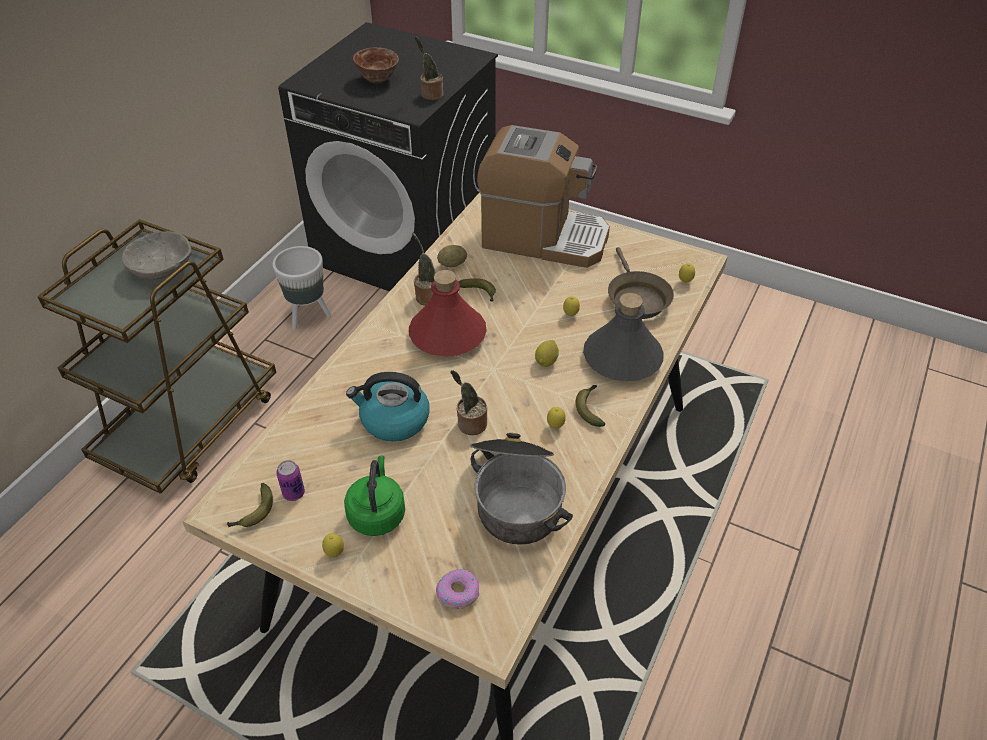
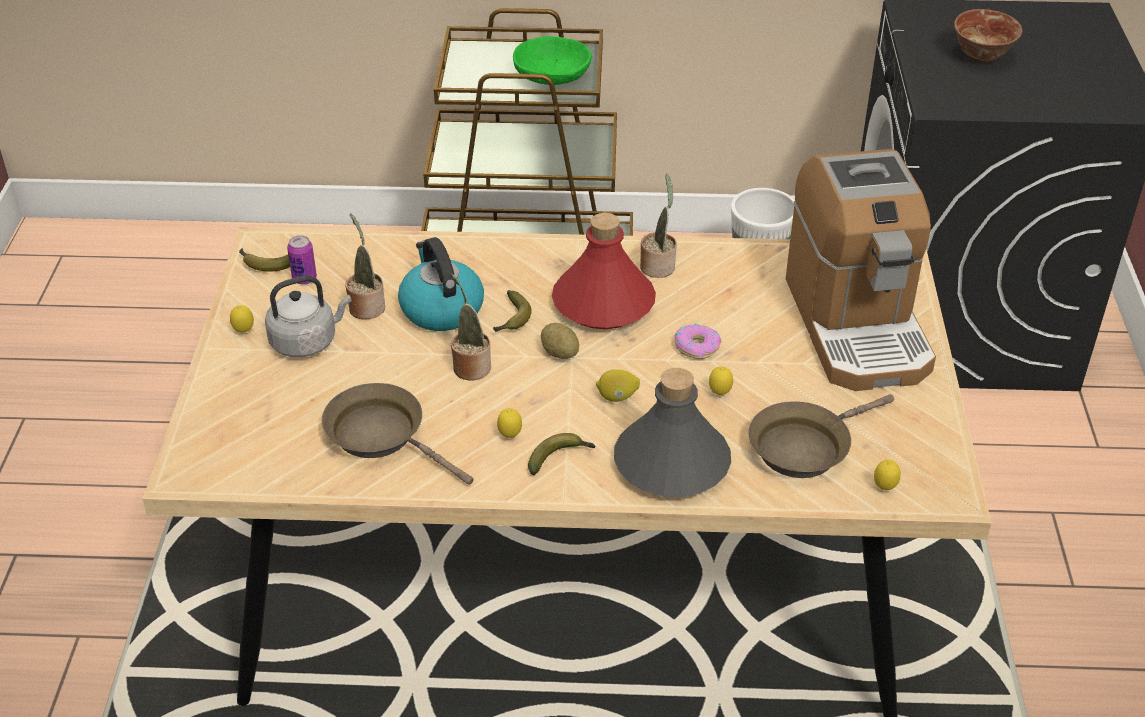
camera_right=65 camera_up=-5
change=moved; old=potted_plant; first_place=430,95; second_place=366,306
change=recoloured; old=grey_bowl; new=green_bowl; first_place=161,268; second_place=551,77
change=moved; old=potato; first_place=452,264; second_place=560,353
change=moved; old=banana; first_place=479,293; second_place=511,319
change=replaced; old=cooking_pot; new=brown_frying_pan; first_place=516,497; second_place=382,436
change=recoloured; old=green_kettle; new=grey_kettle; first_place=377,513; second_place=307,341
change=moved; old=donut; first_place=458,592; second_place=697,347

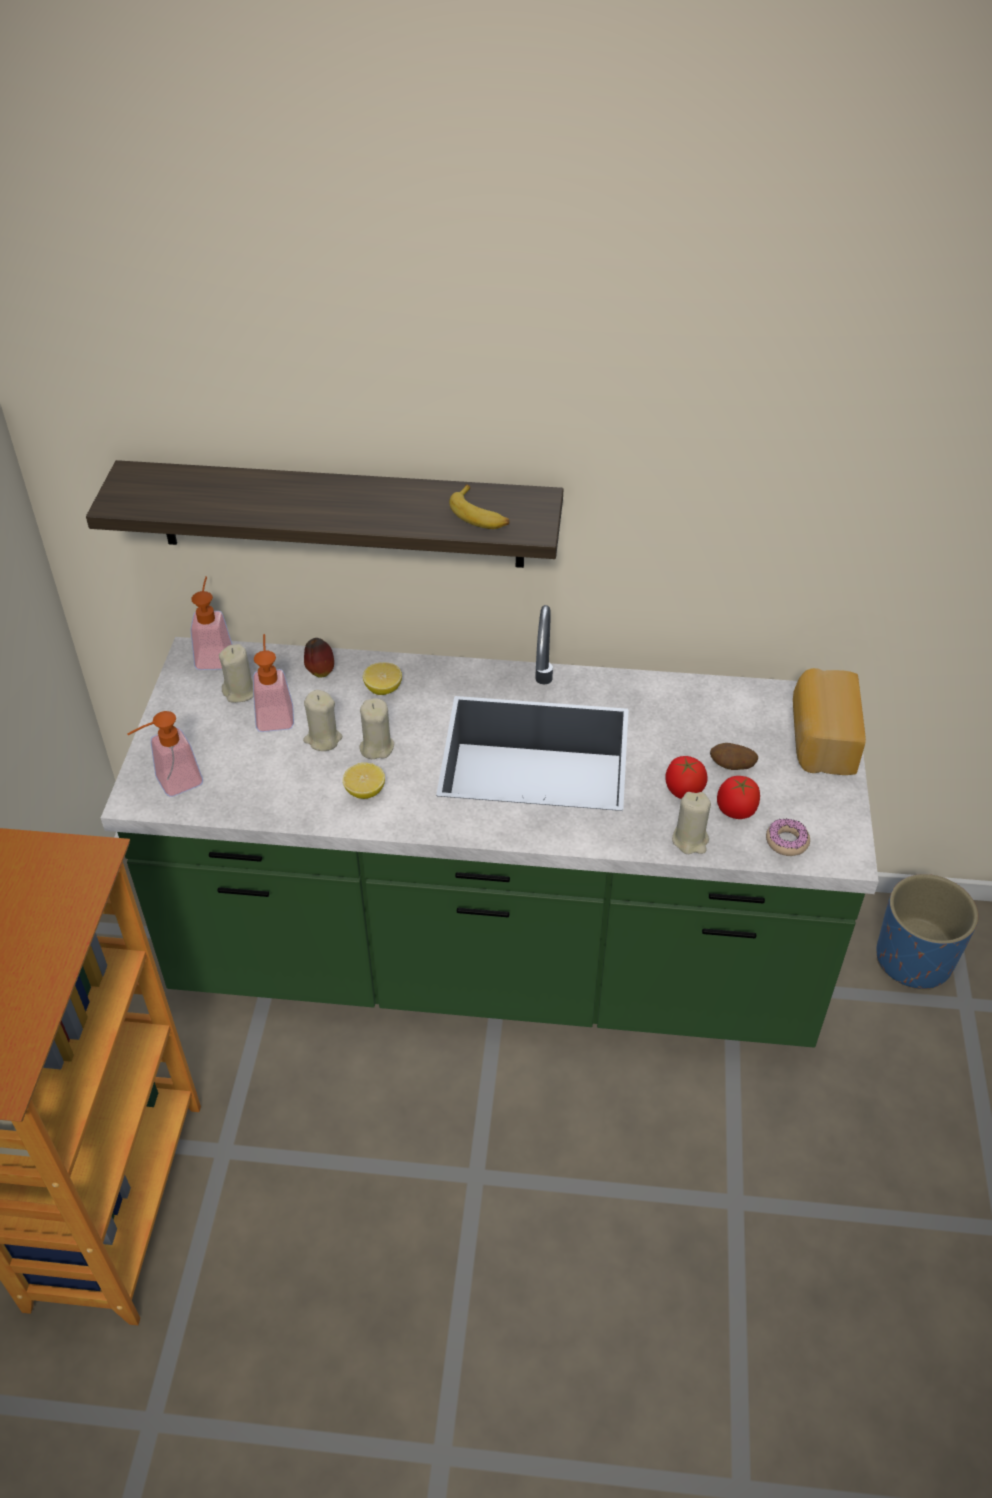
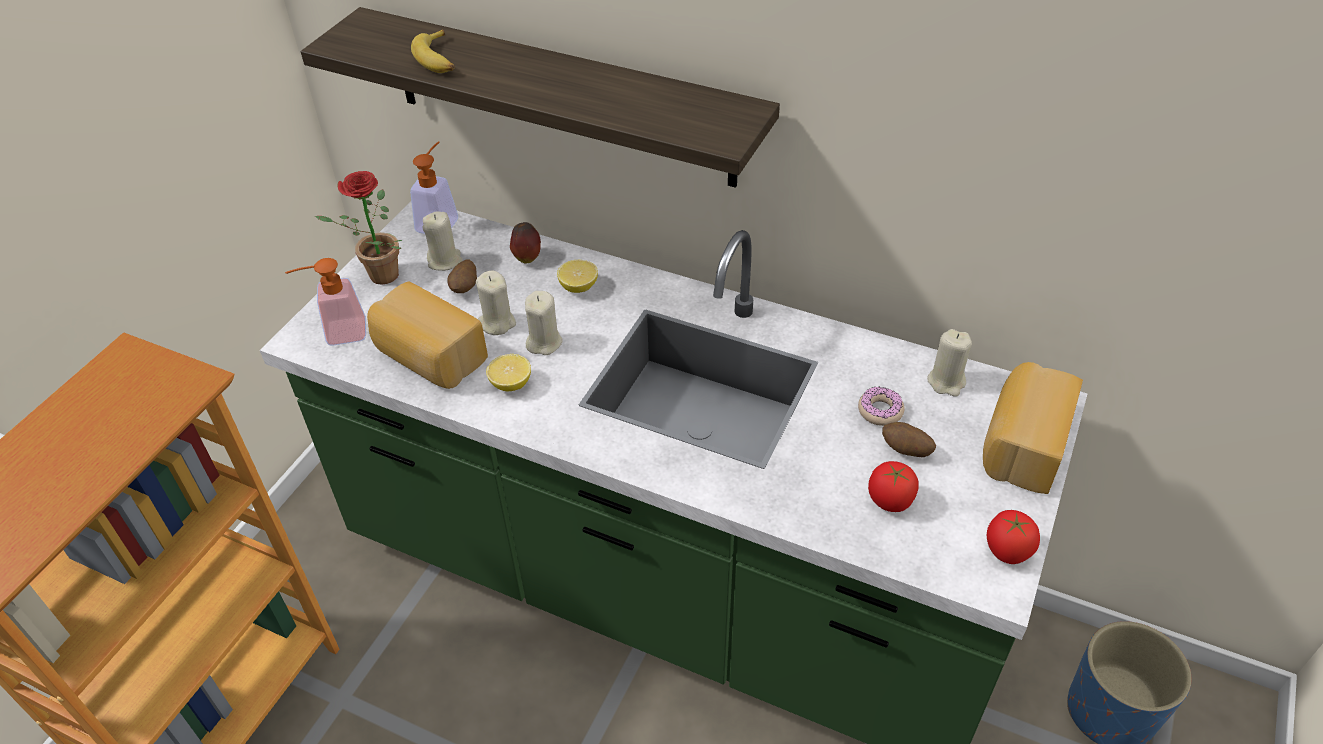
camera_right=20 camera_up=0
change=moved; old=banana; first_place=480,515; second_place=438,59
change=replaced; old=soap_dispenser; new=potato; first_place=274,713; second_place=465,288
change=moved; old=tomato; first_place=683,791; second_place=1006,551
change=moved; old=beige_candle; first_place=690,840; second_place=946,382
change=moved; old=donut; first_place=787,841; second_place=880,411
change=added; new=potted_plant; second_place=377,277
change=added; new=bread; second_place=429,357

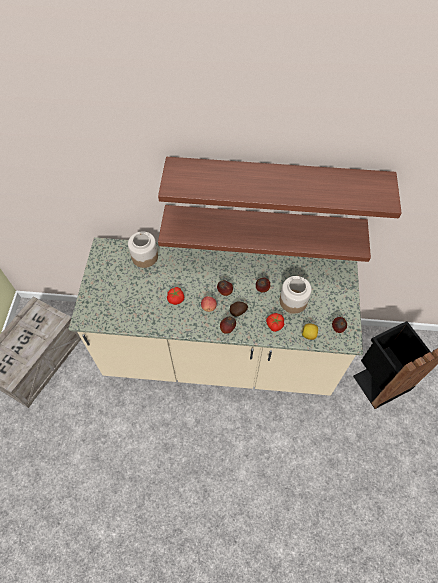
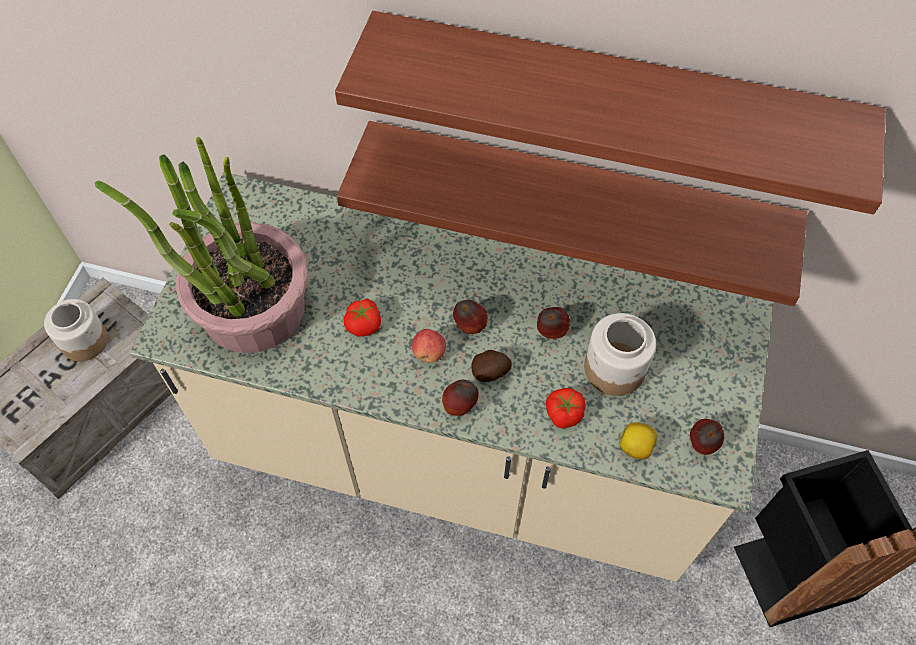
camera_right=10 camera_up=0
change=moved; old=jar; first_place=144,256; second_place=84,340
change=added; new=potted_plant; second_place=251,308

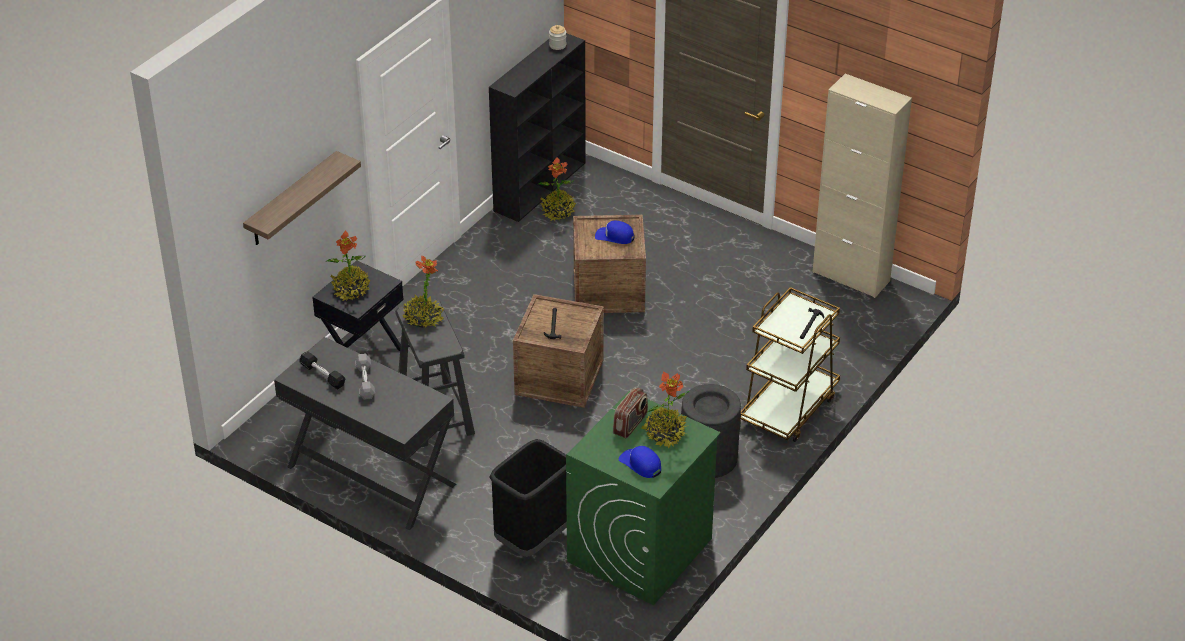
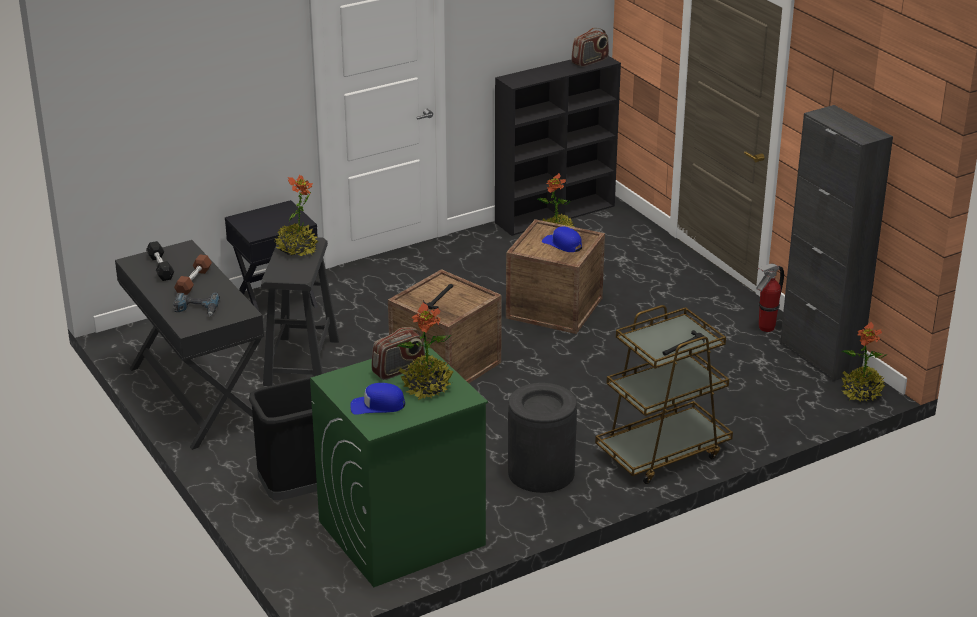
camera_right=25 camera_up=-10
change=replaced; old=jar; new=radio; first_place=557,45; second_place=590,61
change=recoloured; old=beige_cabinet; new=black_cabinet; first_place=851,276; second_place=820,357
change=removed; old=shelf; first_place=292,200
change=moved; old=potted_plant; first_place=351,290; second_place=861,392
change=recoloured; old=grey_dumbbell; new=brown_dumbbell; first_place=365,381; second_place=194,281
change=turned; old=blue_cap; first_place=640,464; second_place=377,405; degrees=-75
change=added; new=fire_extinguisher; second_place=766,328
change=added; new=power_drill; second_place=196,309

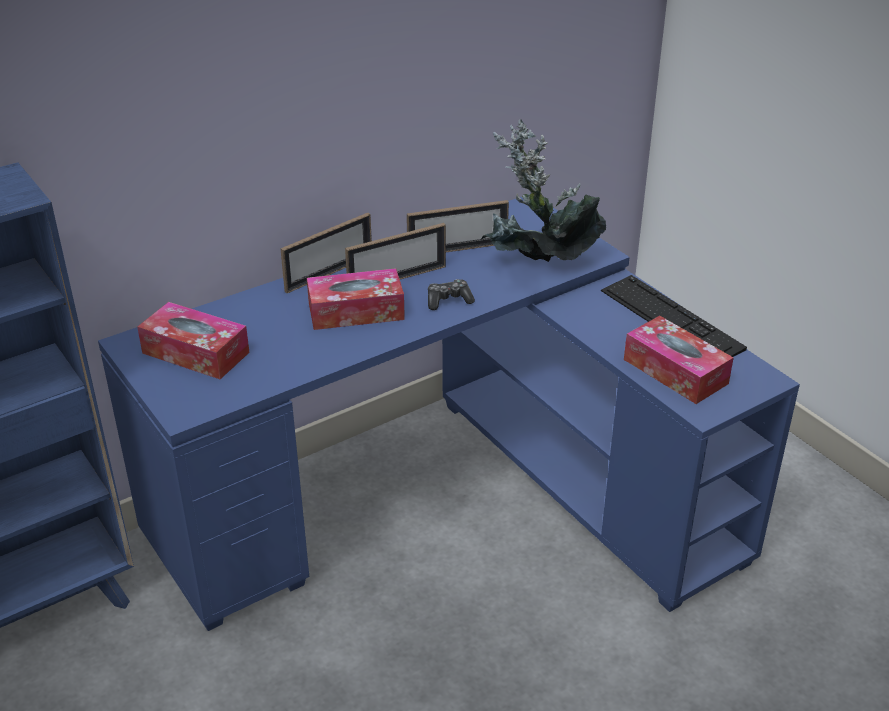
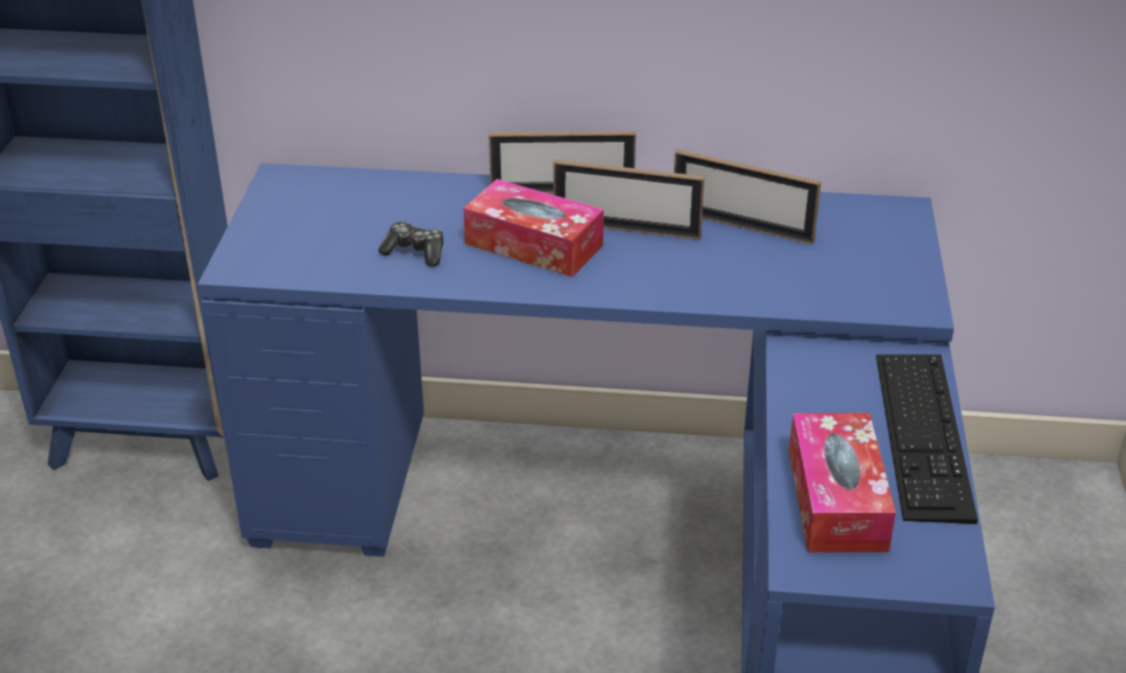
camera_right=40 camera_up=0
change=removed; old=potted_plant; first_place=538,267
change=moved; old=game_controller; first_place=448,300; second_place=415,252
change=removed; old=tissue_box; first_place=195,353

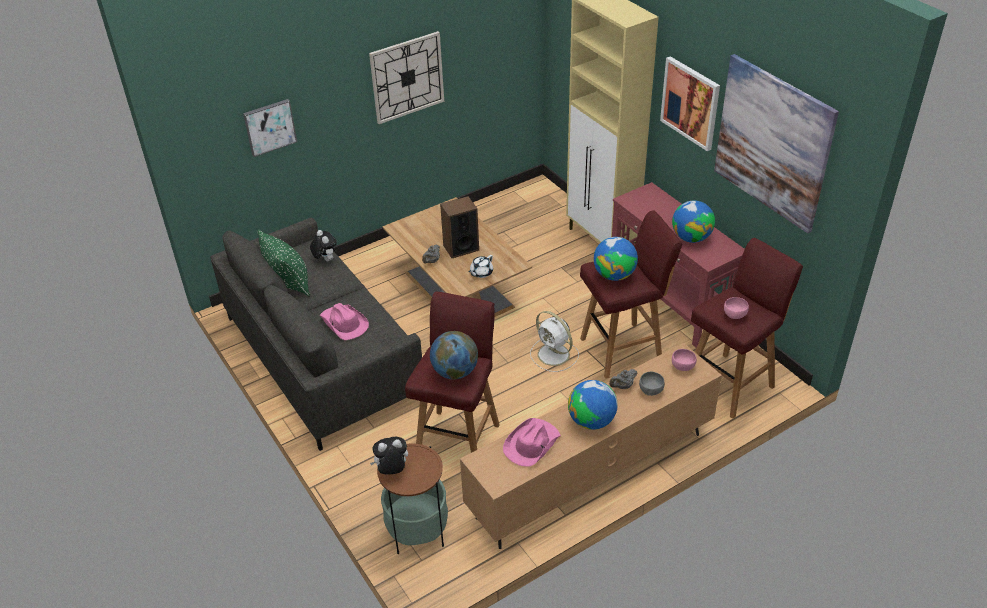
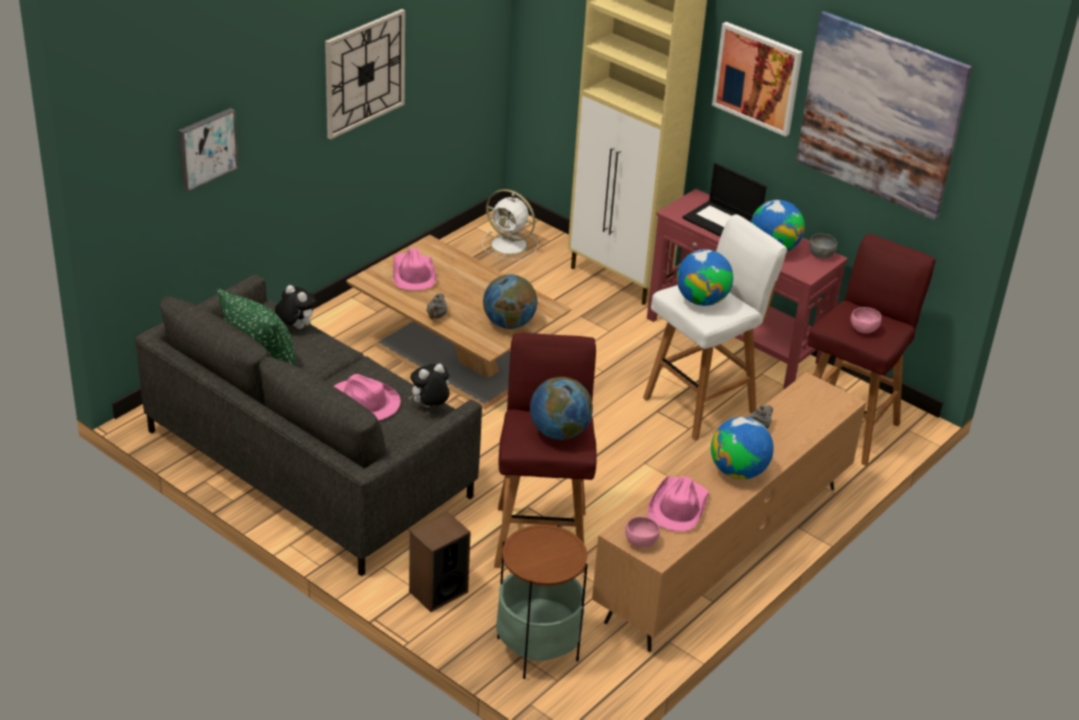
camera_right=-20 camera_up=-5
change=moved; old=speaker; first_place=461,248; second_place=438,591
change=recoloured; old=red_stool; new=white_stool; first_place=623,349; second_place=702,404
change=replaced; old=white_teapot; new=globe; first_place=481,273; second_place=509,323
change=moved; old=white_fan; first_place=554,355; second_place=510,245
change=moved; old=pink_bowl; first_place=682,366; second_place=641,542
change=moved; old=grey_bowl; first_place=651,390; second_place=821,255
change=moved; old=plush_toy; first_place=392,471; second_place=429,407
change=added; new=laptop; second_place=722,222
change=added; new=pink_hat; second_place=413,274

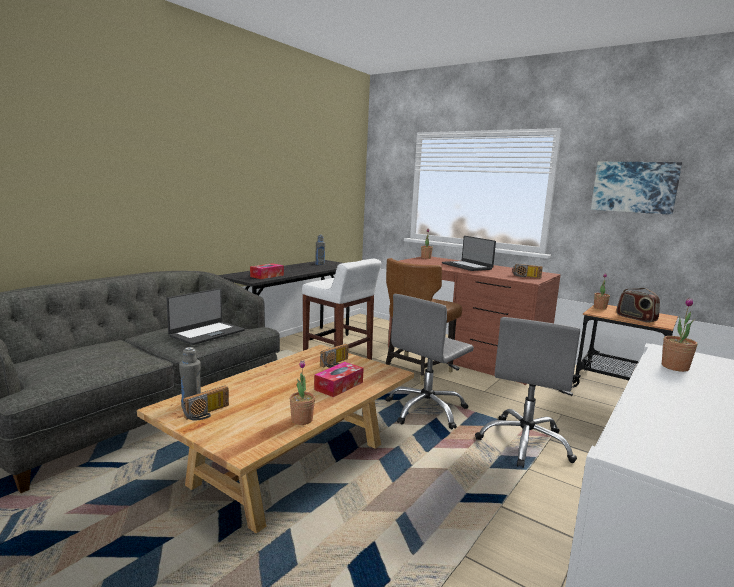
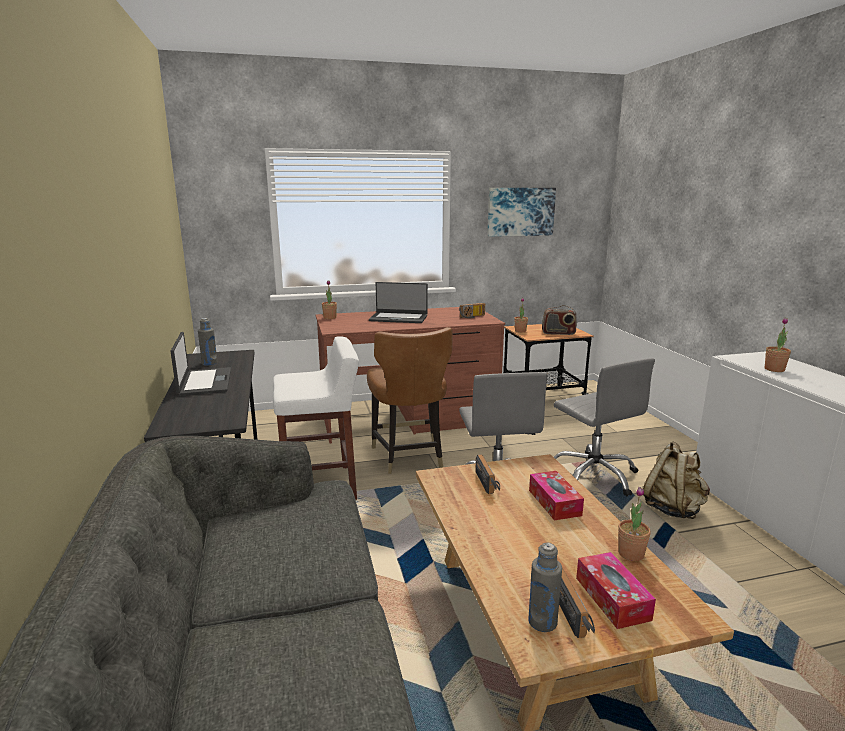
camera_right=-50 camera_up=5
change=moved; old=tissue_box; first_place=267,276; second_place=612,598
change=moved; old=laptop; first_place=207,333; second_place=204,382
change=added; new=beige_backpack; second_place=673,509

